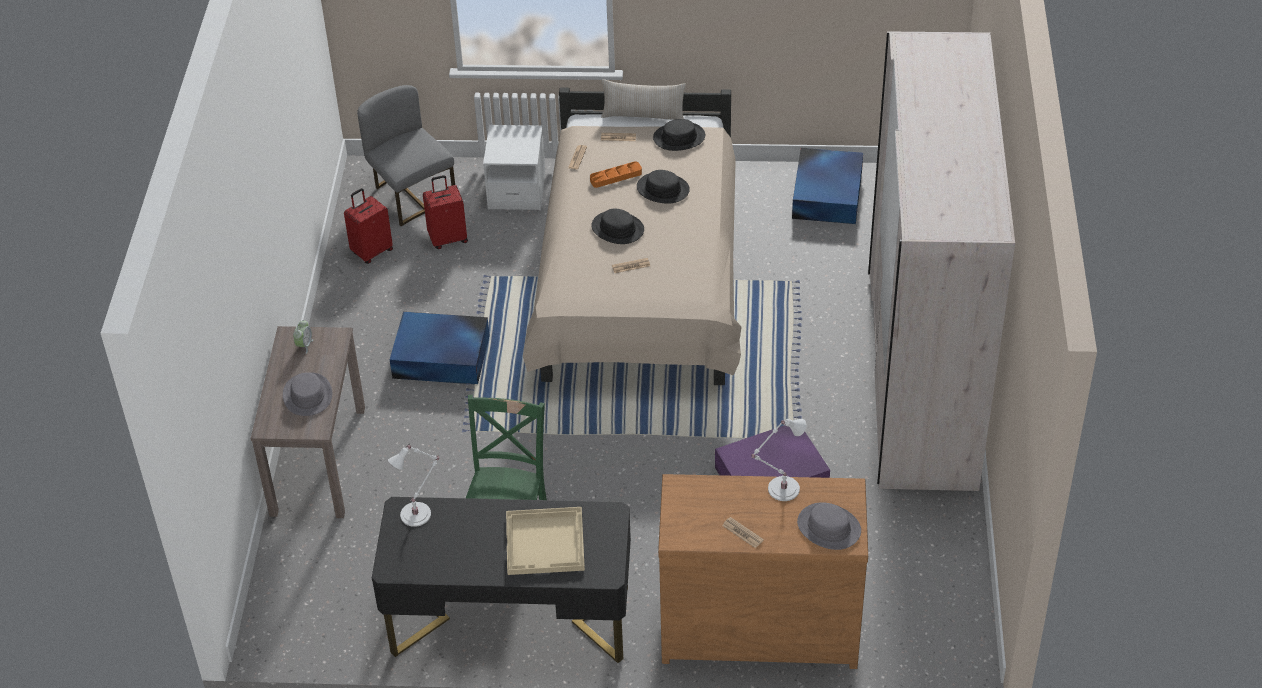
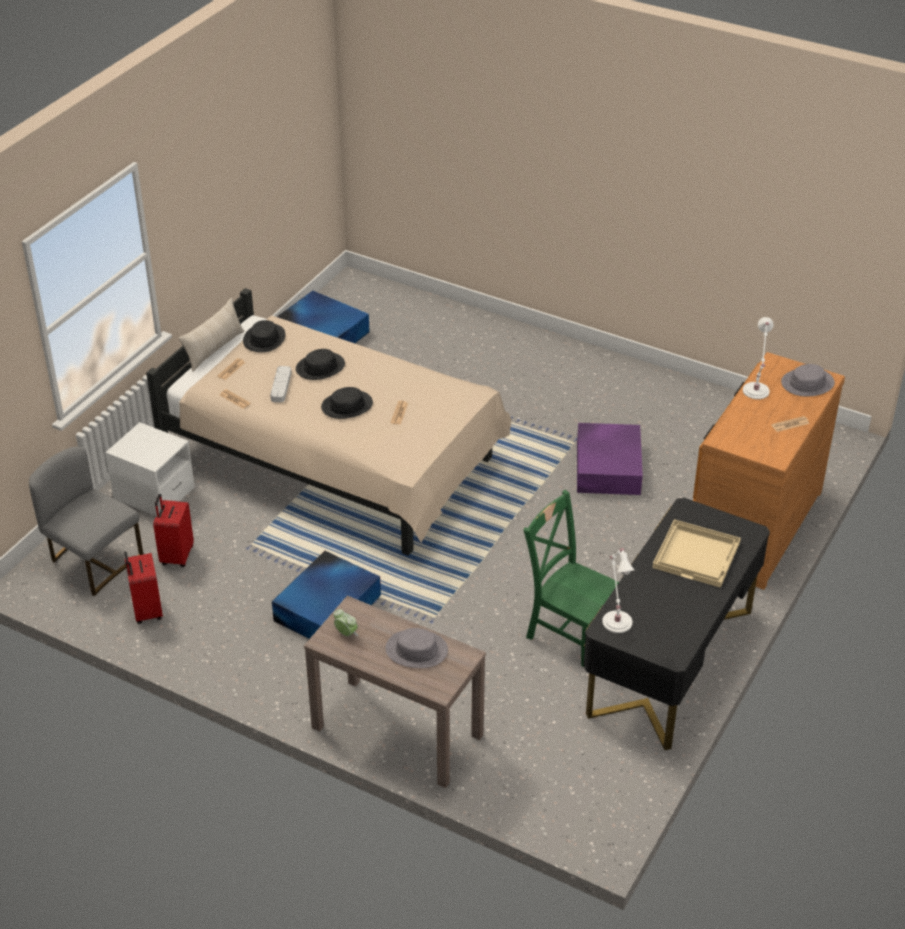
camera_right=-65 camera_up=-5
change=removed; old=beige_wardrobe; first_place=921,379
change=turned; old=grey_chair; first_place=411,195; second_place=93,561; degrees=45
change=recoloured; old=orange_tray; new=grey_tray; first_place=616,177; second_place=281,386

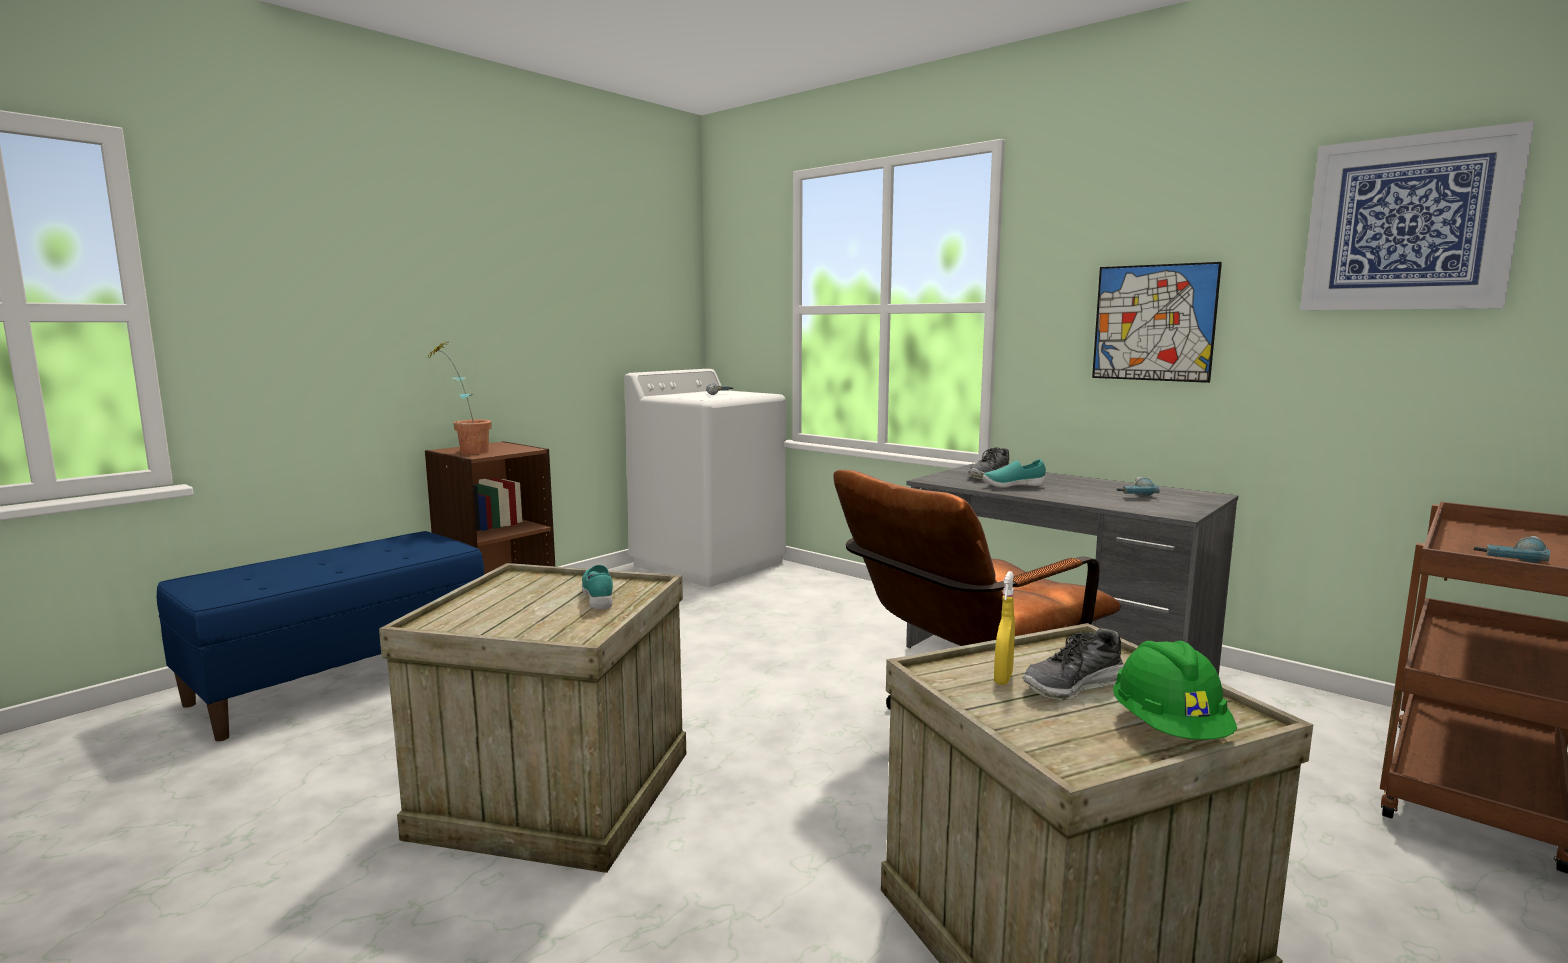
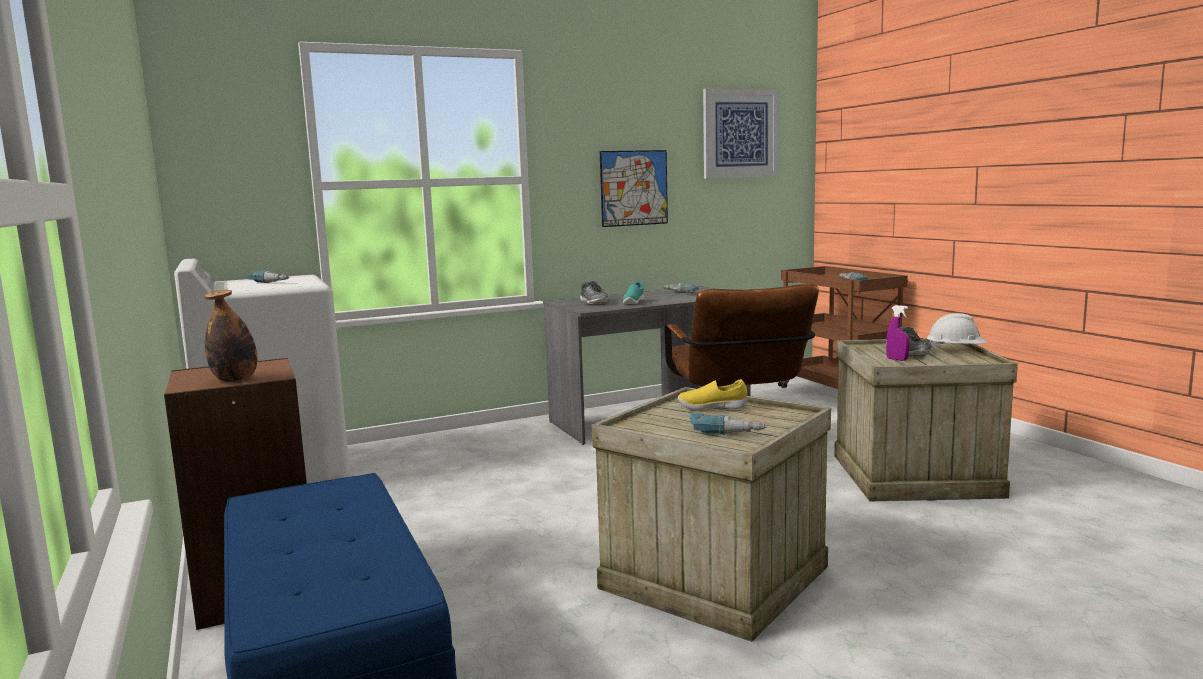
camera_right=-65 camera_up=0
change=replaced; old=potted_plant; new=bottle; first_place=465,452; second_place=235,380
change=recoloured; old=turquoise_shoe; new=yellow_shoe; first_place=599,598; second_place=712,408
change=recoloured; old=yellow_spray_bottle; new=purple_spray_bottle; first_place=1003,678; second_place=897,359
change=recoloured; old=green_hard_hat; new=white_hard_hat; first_place=1169,729; second_place=956,351
change=added; new=power_drill; second_place=727,430

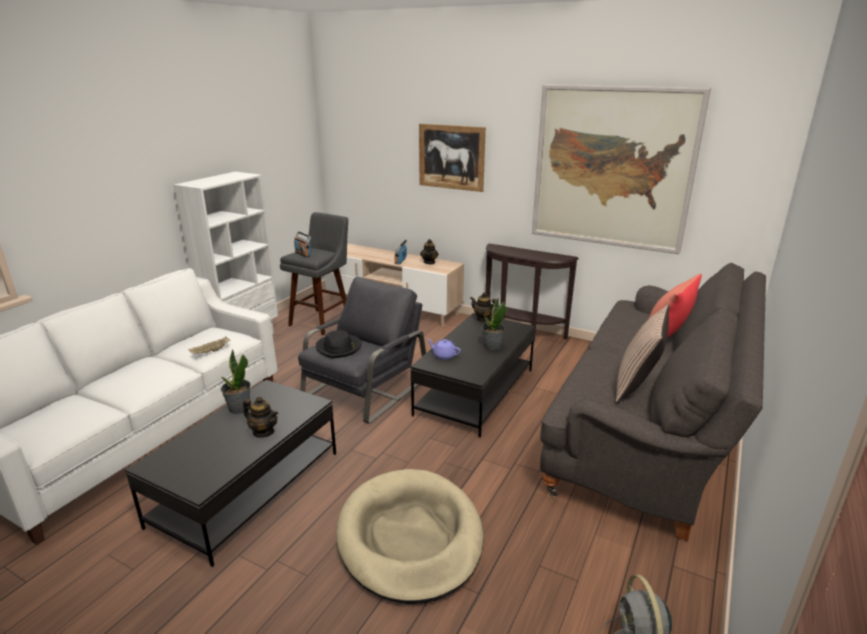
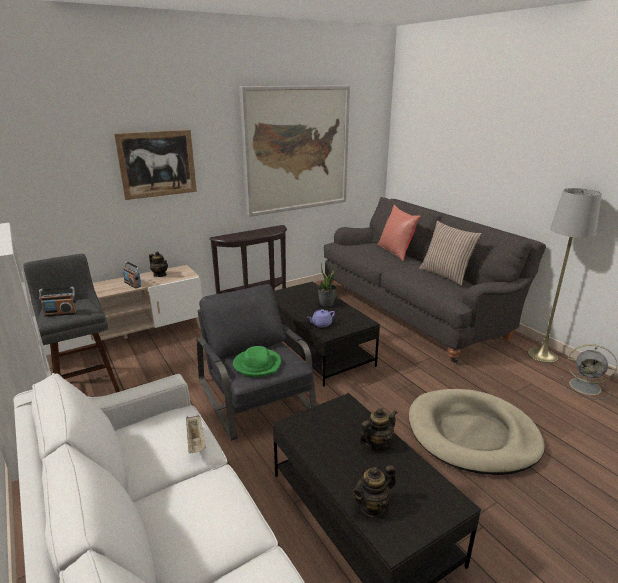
camera_right=-60 camera_up=0
change=moved; old=teapot; first_place=483,319; second_place=372,506
change=recoloured; old=black_hat; new=green_hat; first_place=339,348; second_place=257,364
change=removed; old=potted_plant; first_place=239,408
change=added; new=grey_floor_lamp; second_place=542,355

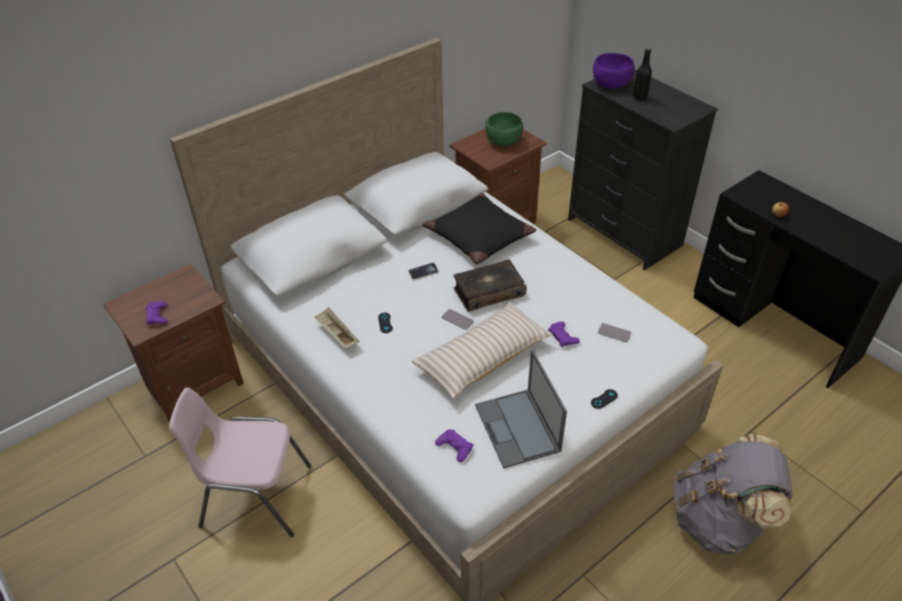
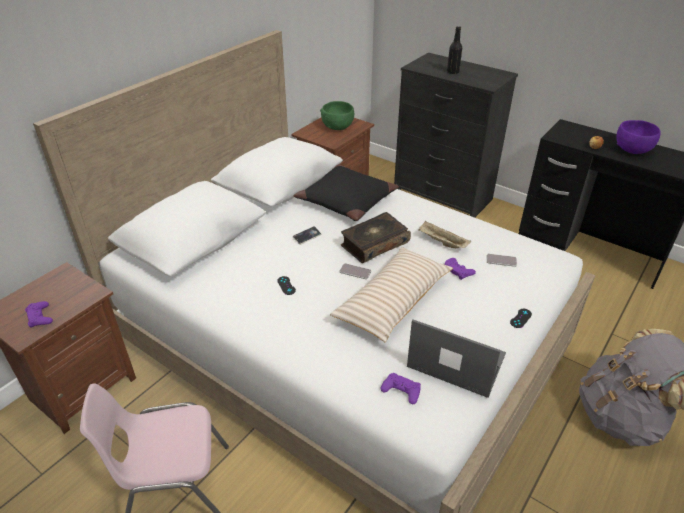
camera_right=-15 camera_up=-5
change=moved; old=purple_bowl; first_place=612,84; second_place=633,149
change=moved; old=beige_tray; first_place=337,335; second_place=442,242
change=turned; old=laptop; first_place=518,429; second_place=455,360; degrees=150

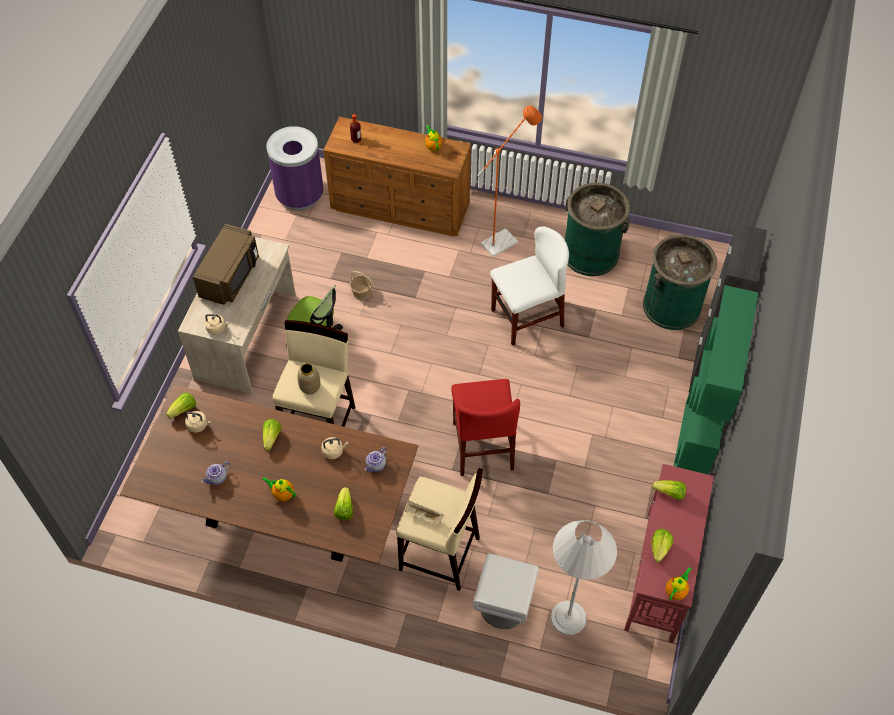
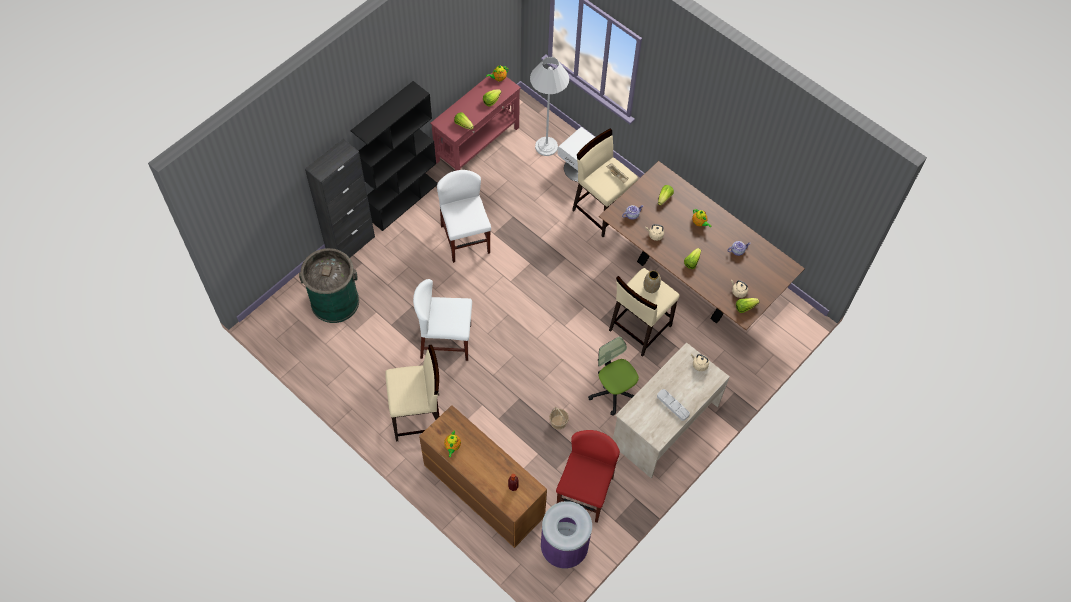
camera_right=-155 camera_up=5
change=replaced; old=orange_floor_lamp; new=beige_stool; first_place=504,240; second_place=418,417
change=removed; old=green_trash_can; first_place=590,254
change=replaced; old=brown_microwave; new=grey_tray; first_place=231,276; second_place=672,405
change=recoloured; old=green_bookcase; new=black_bookcase; first_place=692,451; second_place=403,200
change=moved; old=red_chair; first_place=482,446; second_place=584,492
change=added; new=white_chair; second_place=465,239

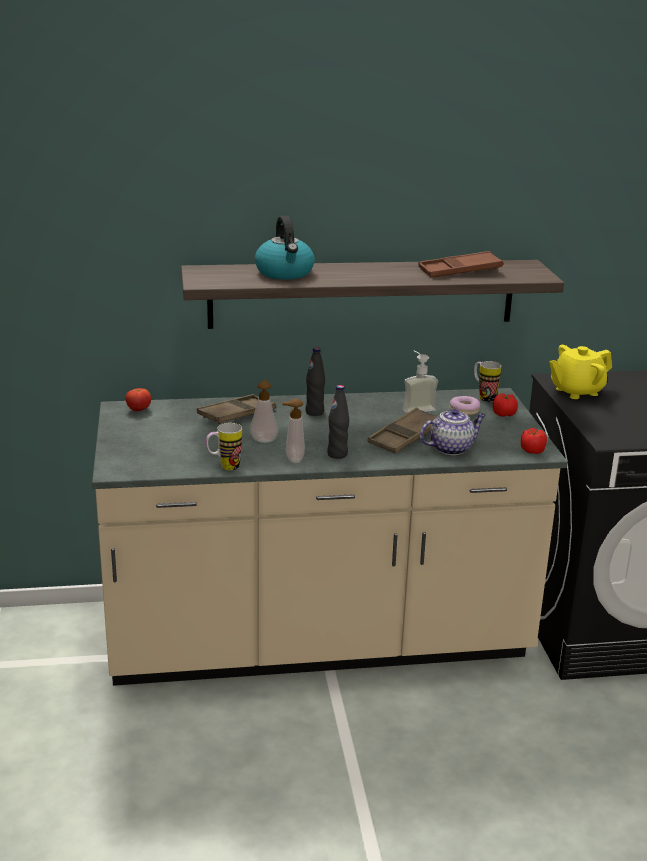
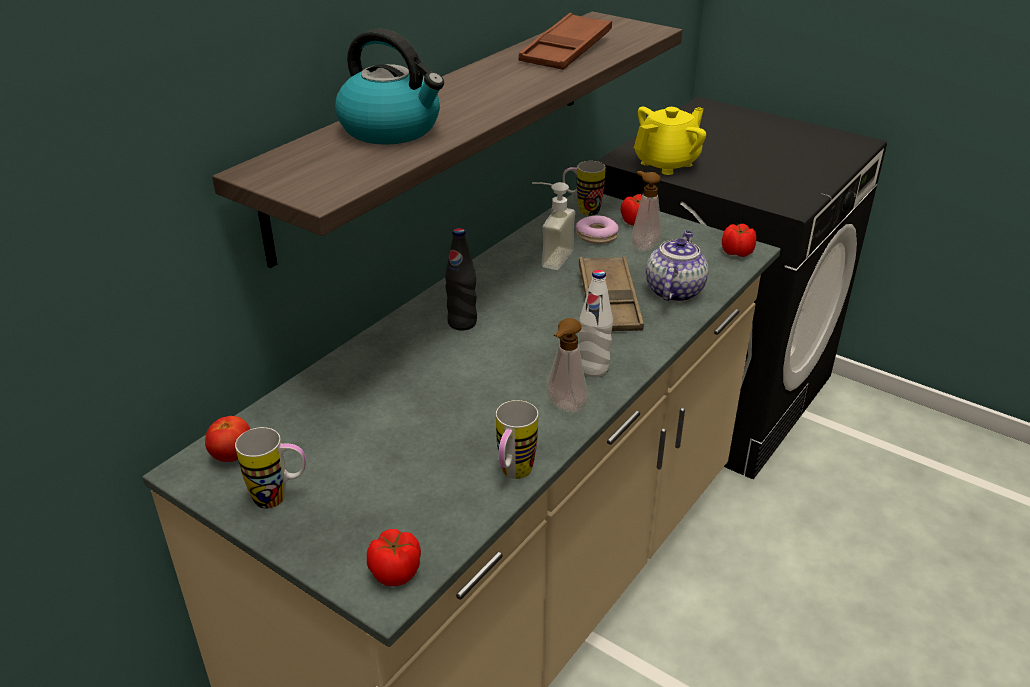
camera_right=-45 camera_up=10
change=turned; old=yellow_teapot; first_place=576,391; second_place=667,163; degrees=-150
change=moved; old=soap_dispenser; first_place=264,439; second_place=643,246
change=recoloured; old=black_bottle; new=white_bottle; first_place=337,454; second_place=593,368
change=removed; old=brown_tray; first_place=236,414
change=added; new=mug; second_place=280,498
change=added; new=tomato; second_place=396,571

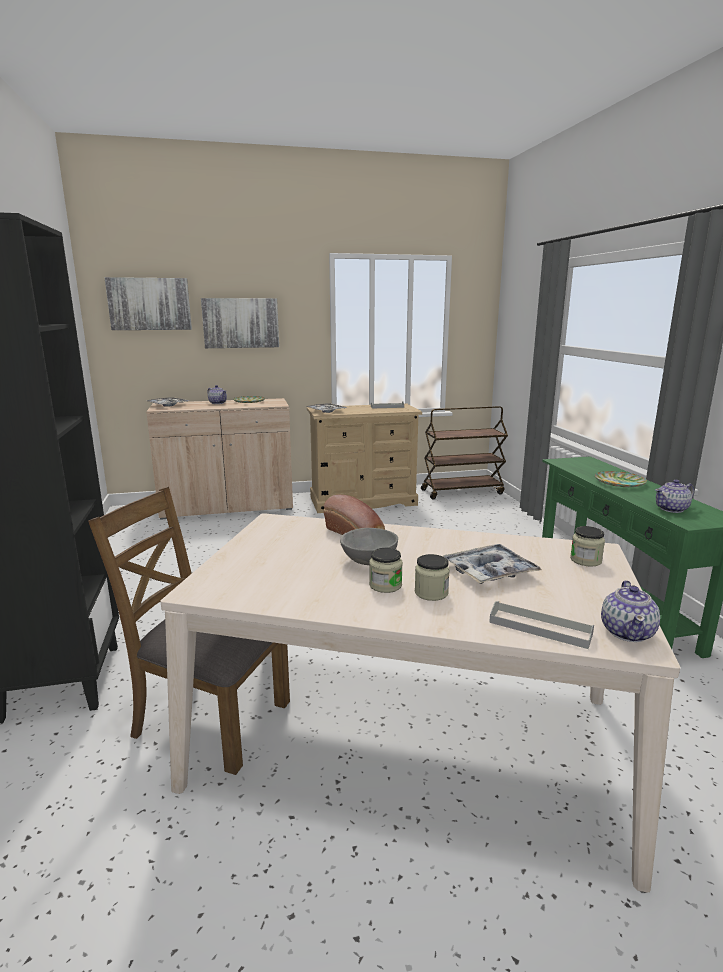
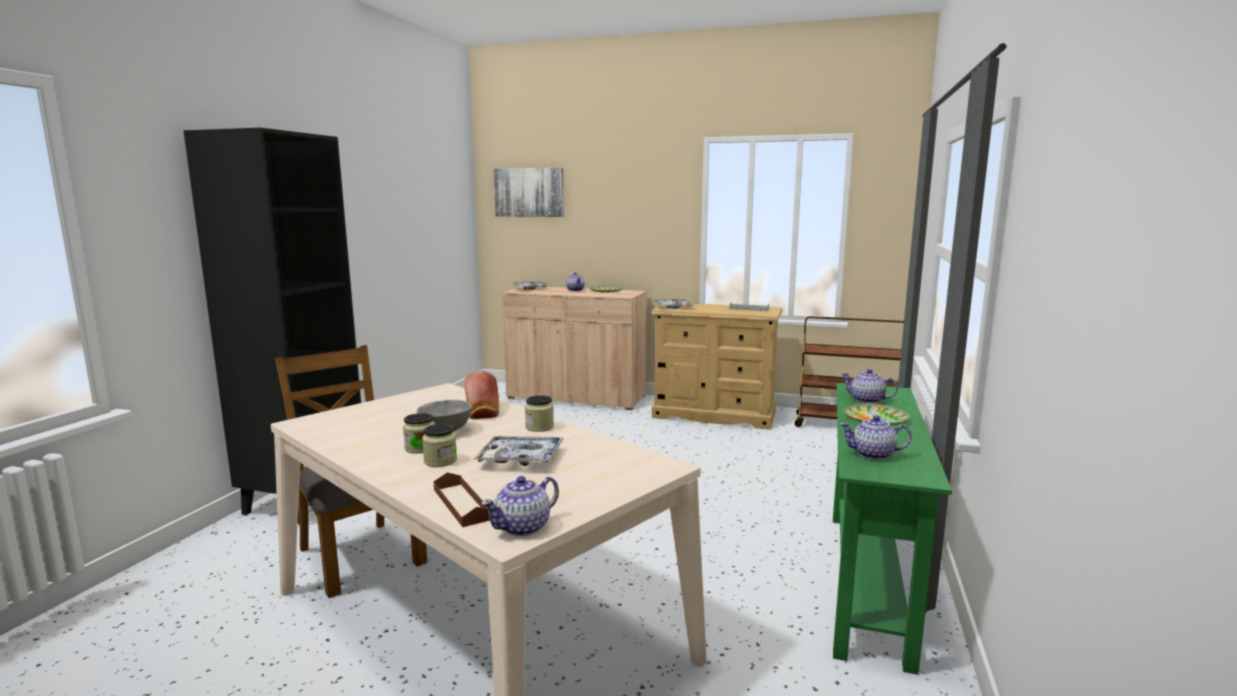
camera_right=30 camera_up=-5
change=removed; old=picture; first_place=241,323
change=moved; old=jar; first_place=585,560; second_place=539,427
change=recoloured; old=grey_tray; new=brown_tray; first_place=540,628; second_place=462,504
change=added; new=teapot; second_place=867,400

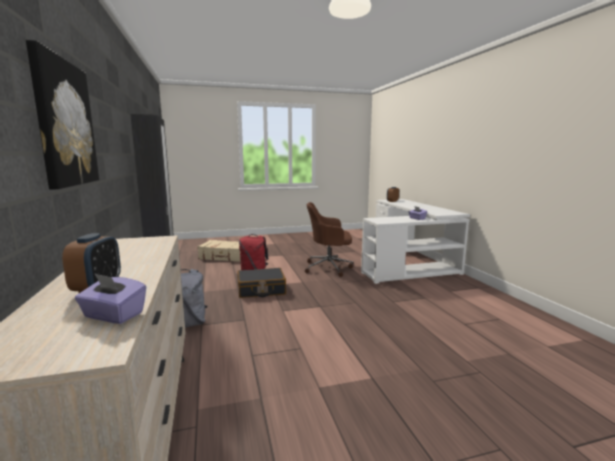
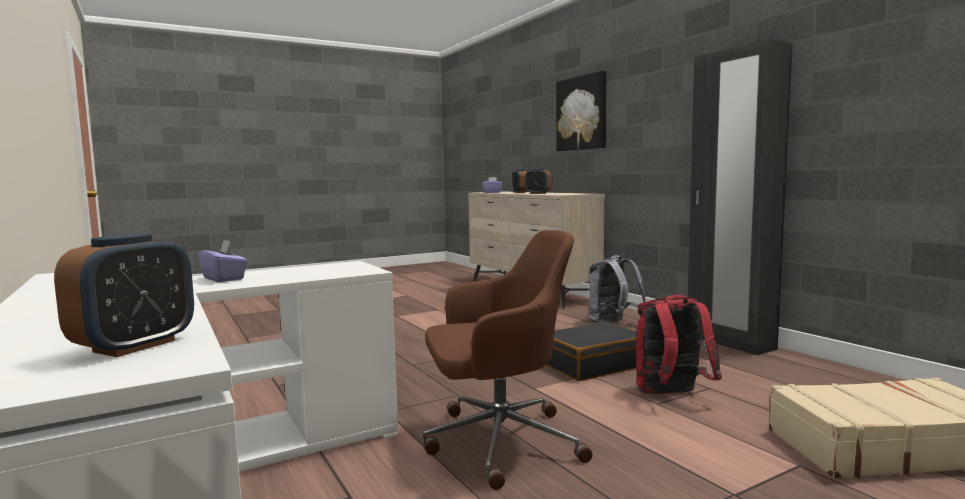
camera_right=165 camera_up=-5
change=added; new=alarm_clock; second_place=538,193

